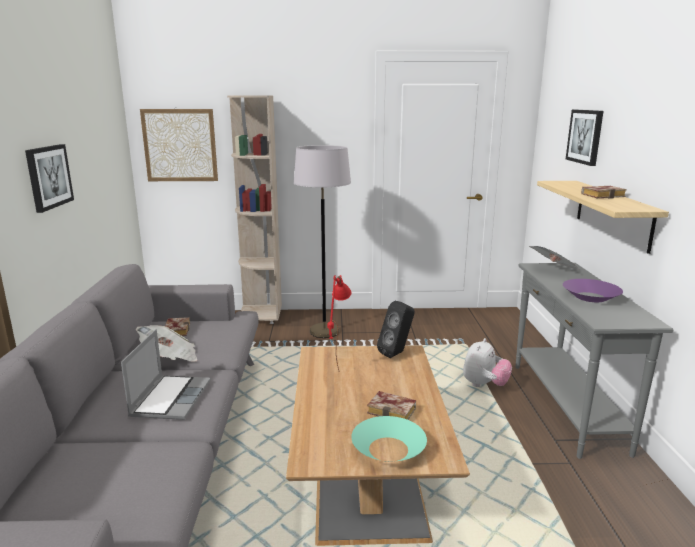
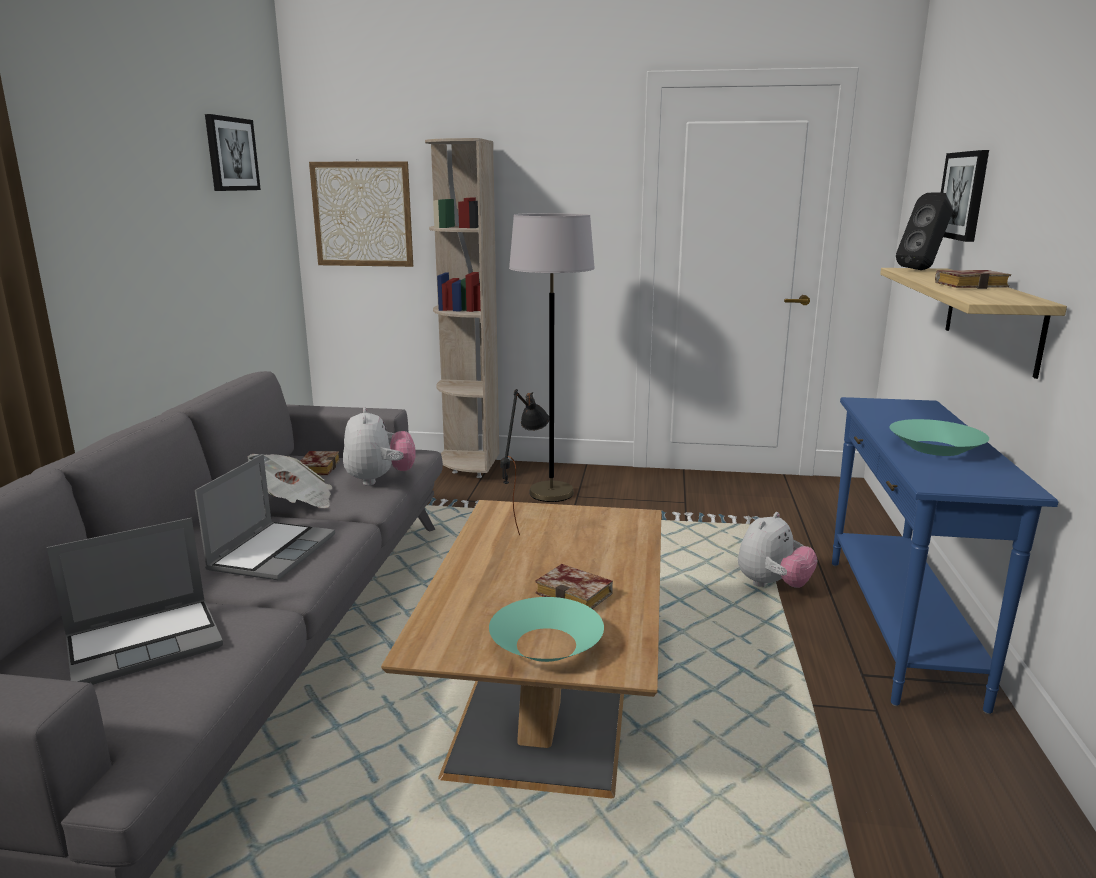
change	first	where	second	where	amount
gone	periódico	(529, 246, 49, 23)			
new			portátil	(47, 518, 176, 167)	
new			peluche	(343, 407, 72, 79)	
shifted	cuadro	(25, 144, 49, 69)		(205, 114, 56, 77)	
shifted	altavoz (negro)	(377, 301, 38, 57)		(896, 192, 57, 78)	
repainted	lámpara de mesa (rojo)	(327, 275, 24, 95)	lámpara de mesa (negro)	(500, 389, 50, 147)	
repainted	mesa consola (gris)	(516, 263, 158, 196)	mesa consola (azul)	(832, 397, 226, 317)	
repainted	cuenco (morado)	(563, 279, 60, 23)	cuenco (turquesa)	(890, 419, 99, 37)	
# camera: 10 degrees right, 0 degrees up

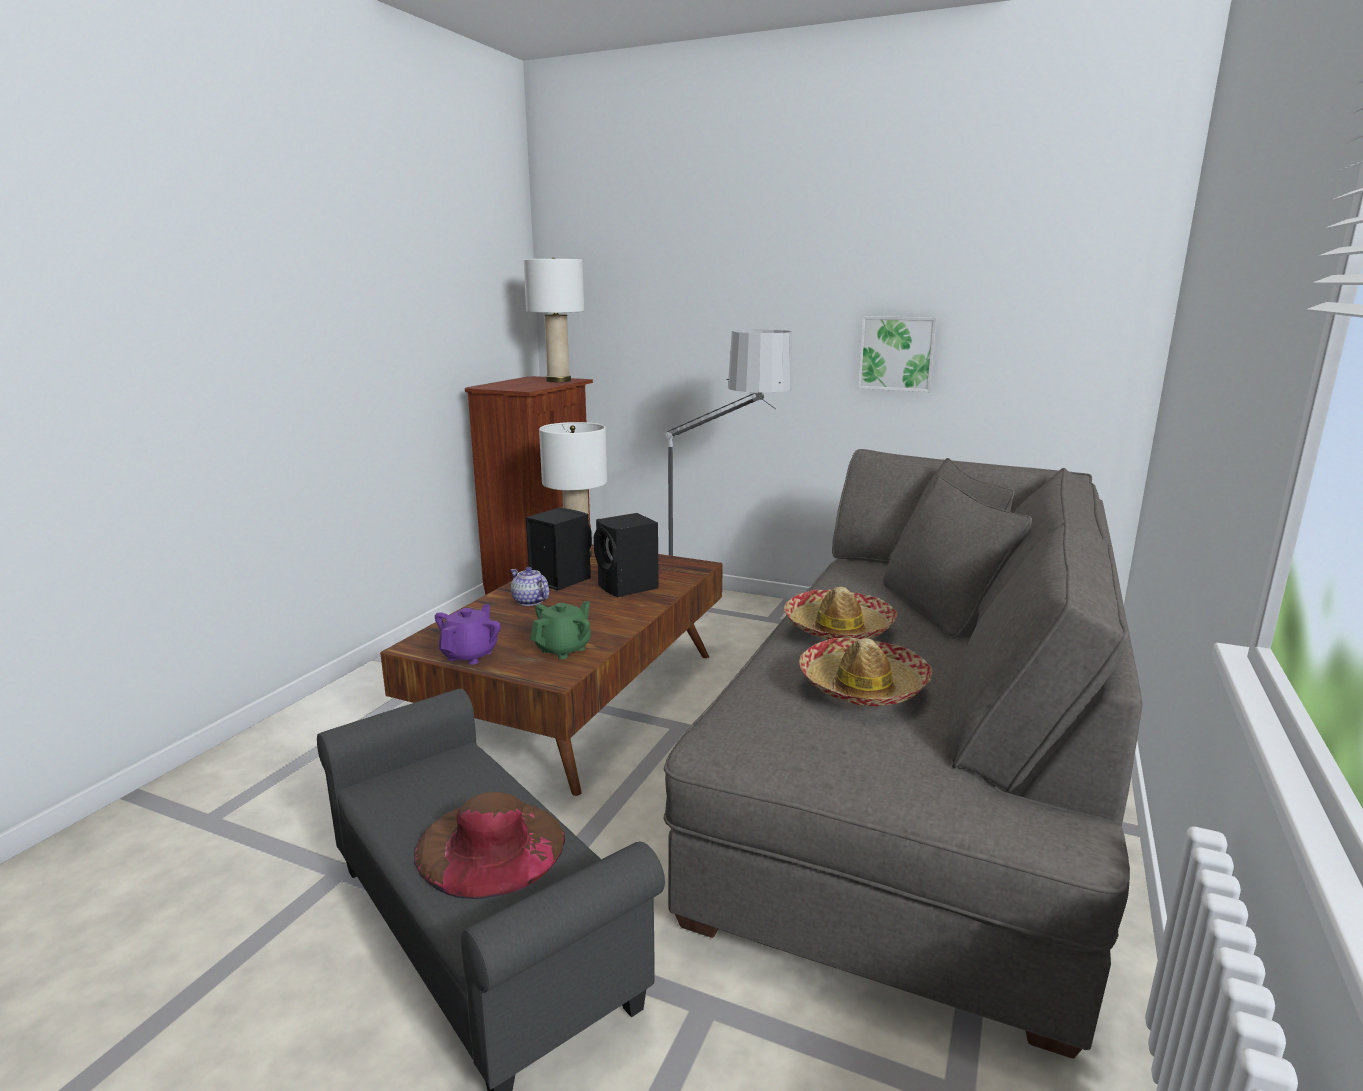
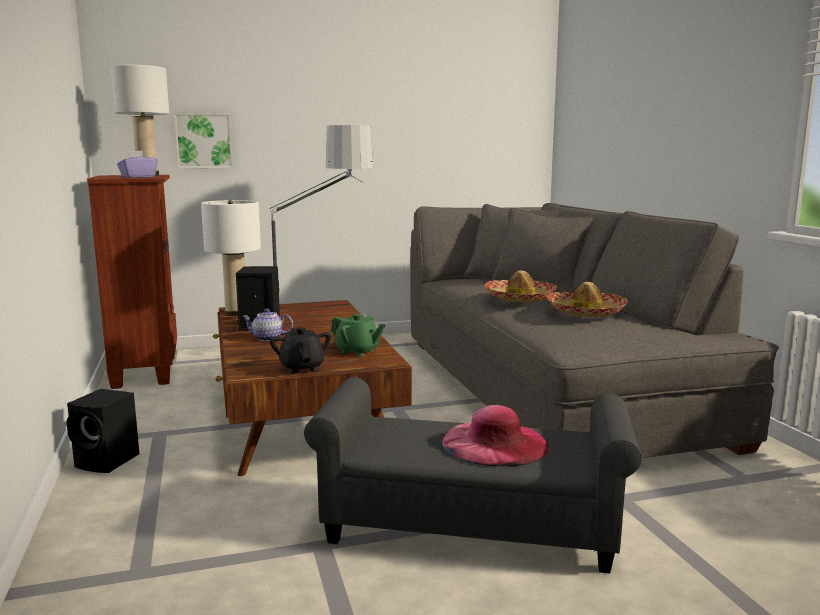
change	first	where	second	where	amount
new			caja de pañuelos (morado)	(117, 150, 41, 28)	
shifted	altavoz (negro)	(594, 513, 65, 84)		(67, 389, 72, 84)	
shifted	cuadro	(858, 316, 80, 76)		(174, 113, 59, 55)	
repainted	sombrero (marrón)	(414, 792, 151, 107)	sombrero (rosa)	(442, 405, 107, 61)	
repainted	tetera (morado)	(435, 604, 65, 61)	tetera (negro)	(269, 327, 63, 47)	
rotated	tetera (verde)	(530, 601, 61, 58)		(331, 314, 54, 42)	120 degrees clockwise
# camera: 40 degrees left, 5 degrees down

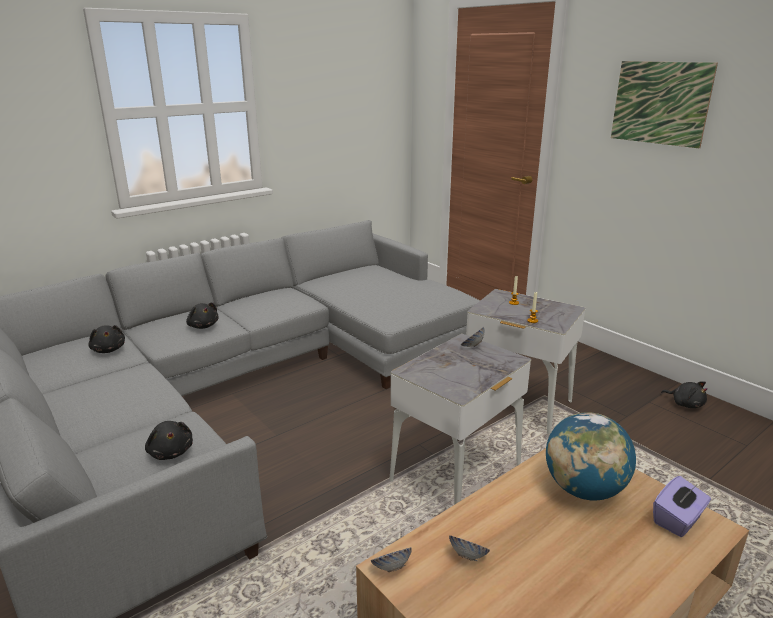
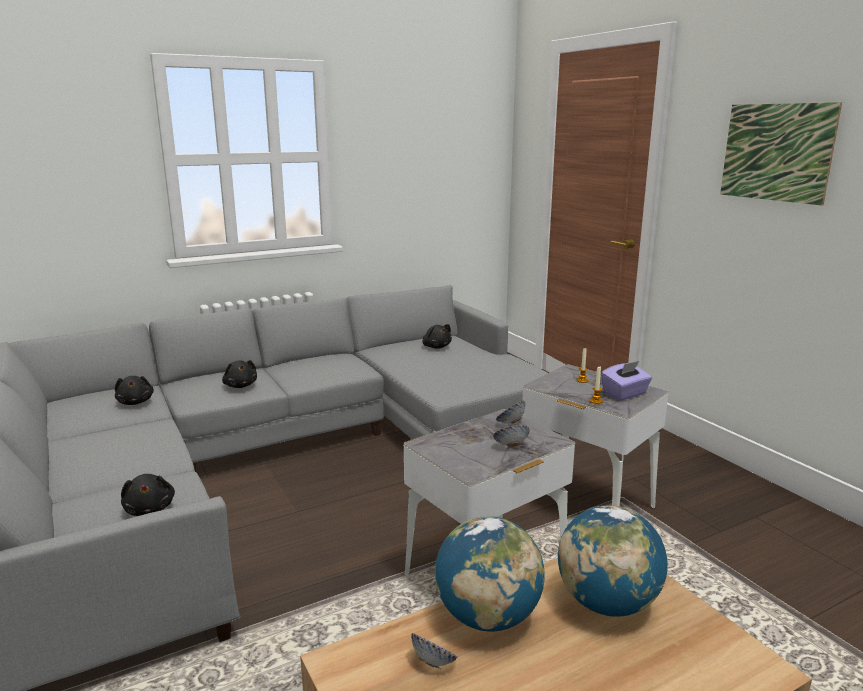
change	first	where	second	where	amount
new			globo terráqueo	(435, 516, 110, 116)	
shifted	cuenco	(370, 547, 42, 25)		(493, 425, 37, 22)	
shifted	caja de pañuelos (morado)	(653, 476, 58, 61)		(601, 361, 51, 40)	
shifted	peluche (negro)	(661, 381, 47, 27)		(423, 324, 29, 25)	
# camera: 10 degrees right, 5 degrees down

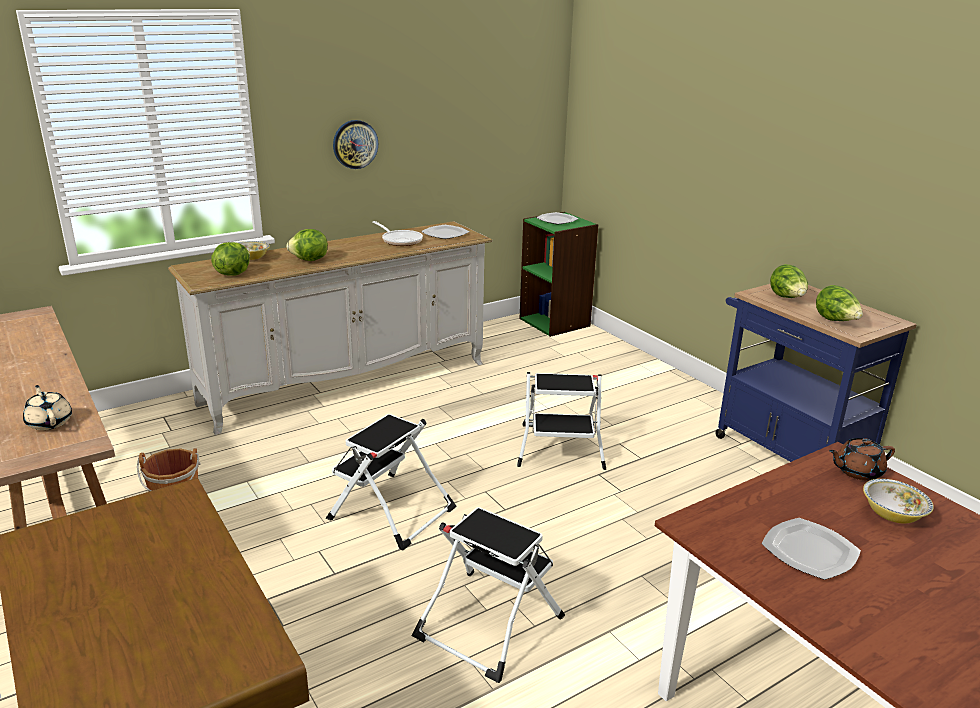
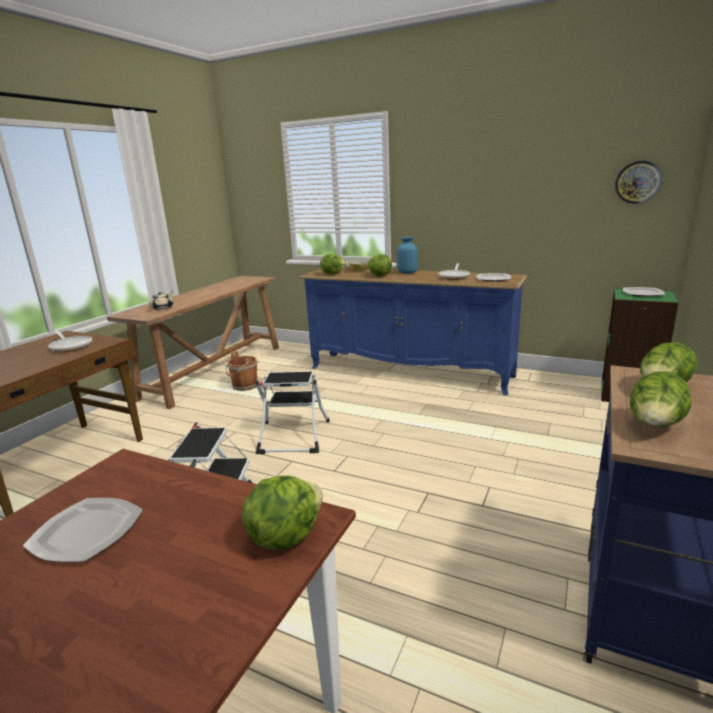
change	first	where	second	where	amount
gone	escalera de tijera	(517, 372, 89, 98)			
gone	cuenco	(863, 479, 71, 44)			
new			sartén	(48, 330, 44, 22)	
new			florero (azul)	(397, 237, 21, 37)	
shifted	reloj de pared	(333, 120, 45, 49)		(615, 161, 47, 43)	
swapped	tetera (marrón)	(829, 438, 66, 42)	lechuga	(242, 475, 81, 75)	
repainted	armario (gris)	(168, 221, 324, 214)	armario (azul)	(299, 268, 228, 128)	
# camera: 60 degrees right, 5 degrees down

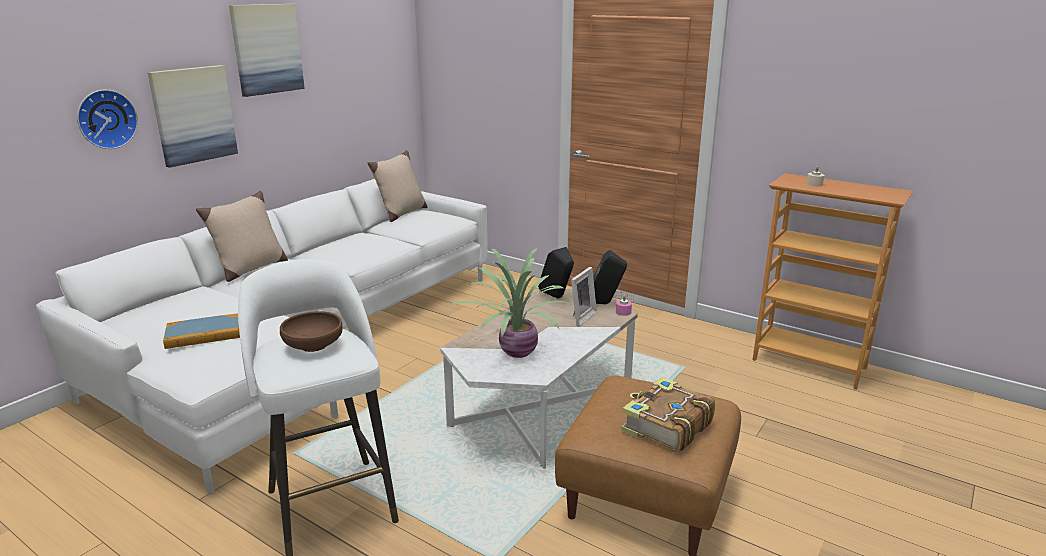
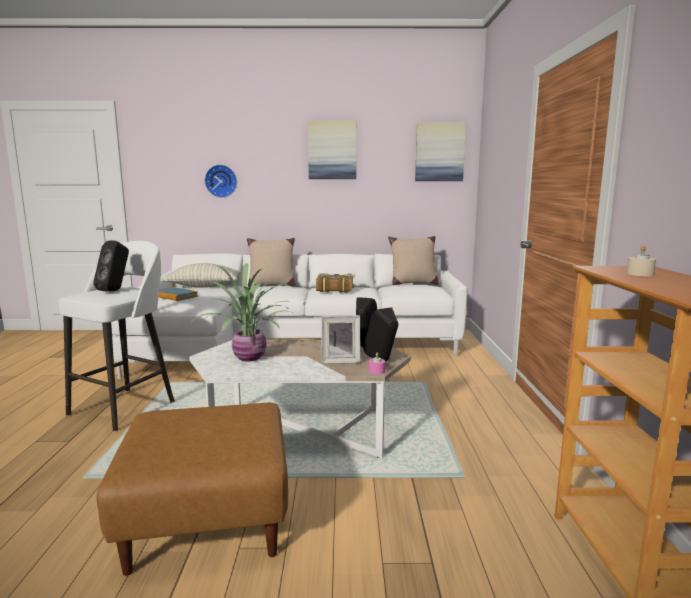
change	first	where	second	where	amount
new			cojín	(161, 263, 81, 25)	
shifted	cuadro	(148, 65, 90, 103)		(415, 123, 51, 58)	
shifted	libro	(621, 377, 94, 75)		(316, 273, 39, 20)	
swapped	cuenco (marrón)	(280, 311, 62, 41)	altavoz (negro)	(94, 241, 35, 50)	
# camera: 55 degrees right, 10 degrees down

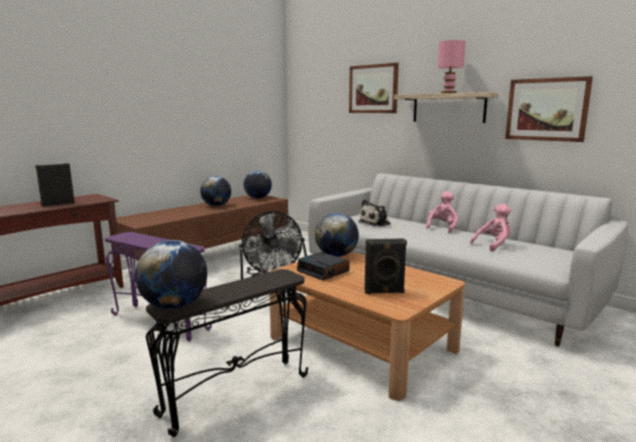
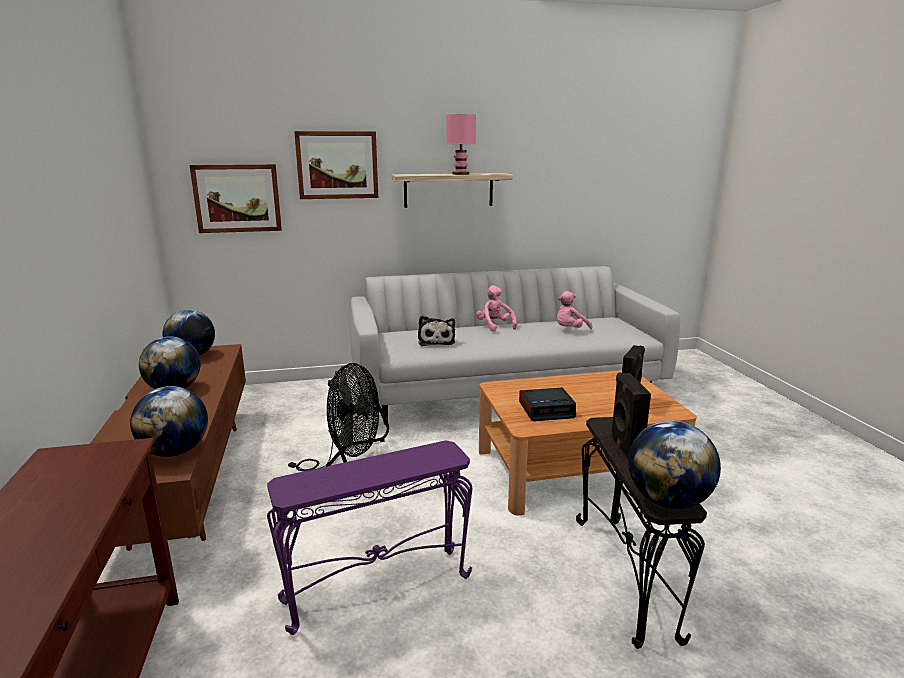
change	first	where	second	where	amount
shifted	altavoz (negro)	(35, 163, 40, 44)		(610, 372, 41, 87)	
shifted	globo terráqueo	(315, 213, 44, 44)		(130, 386, 78, 71)	
shifted	cuadro	(505, 76, 88, 66)		(190, 164, 92, 69)	
rotated	peluche (rosa)	(470, 203, 42, 49)		(556, 291, 36, 38)	135 degrees counterclockwise
# camera: 55 degrees left, 5 degrees up

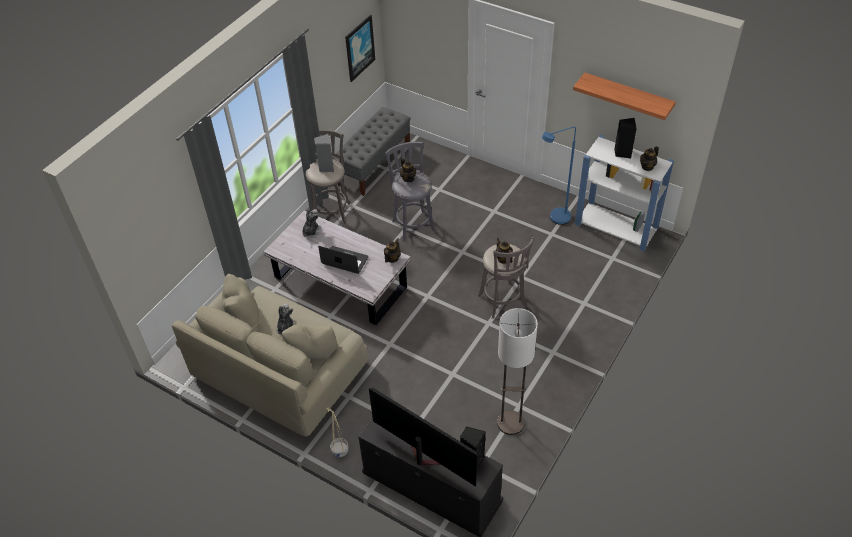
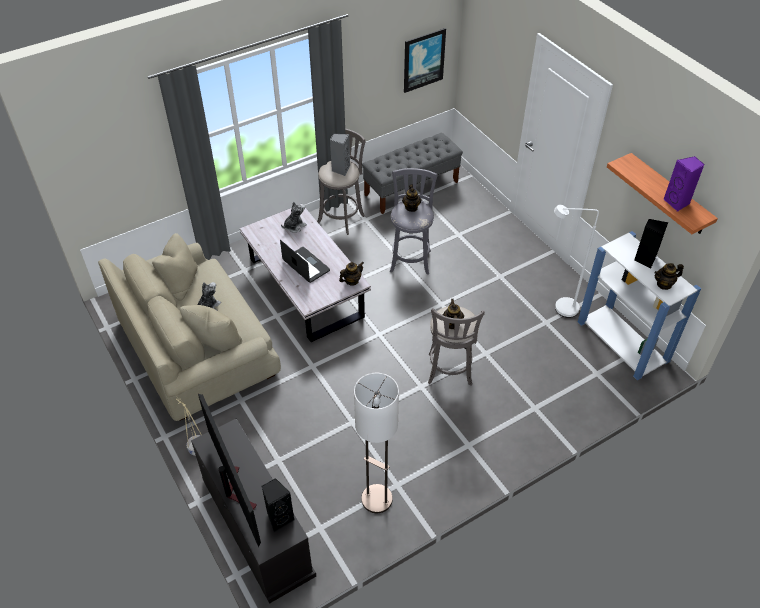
change	first	where	second	where	amount
new			altavoz (morado)	(663, 156, 41, 56)	
repainted	lámpara de pie (azul)	(542, 127, 34, 98)	lámpara de pie (blanco)	(554, 205, 45, 113)	
# camera: 25 degrees right, 0 degrees up

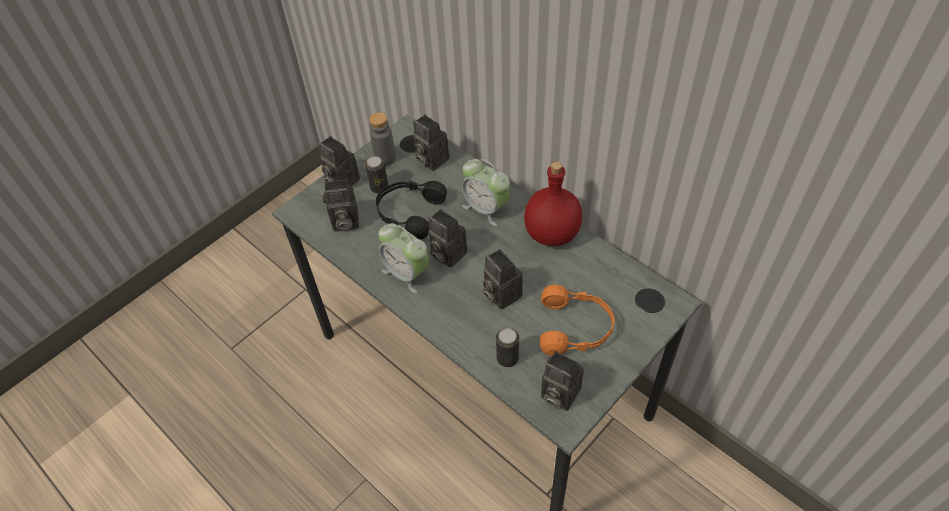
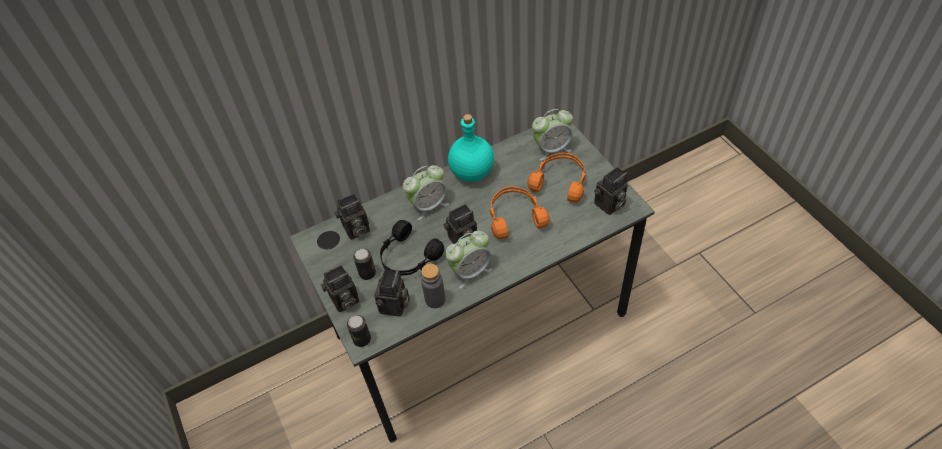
change	first	where	second	where	amount
new			despertador	(532, 109, 41, 52)	
shifted	botella (gris)	(369, 112, 27, 54)		(421, 264, 25, 44)	
shifted	lata	(496, 328, 23, 39)		(347, 315, 24, 32)	
swapped	cámara	(483, 249, 40, 61)	auriculares (naranja)	(490, 187, 60, 52)	
repainted	botella (rojo)	(524, 161, 58, 85)	botella (turquesa)	(448, 114, 46, 68)	
# camera: 70 degrees left, 0 degrees up

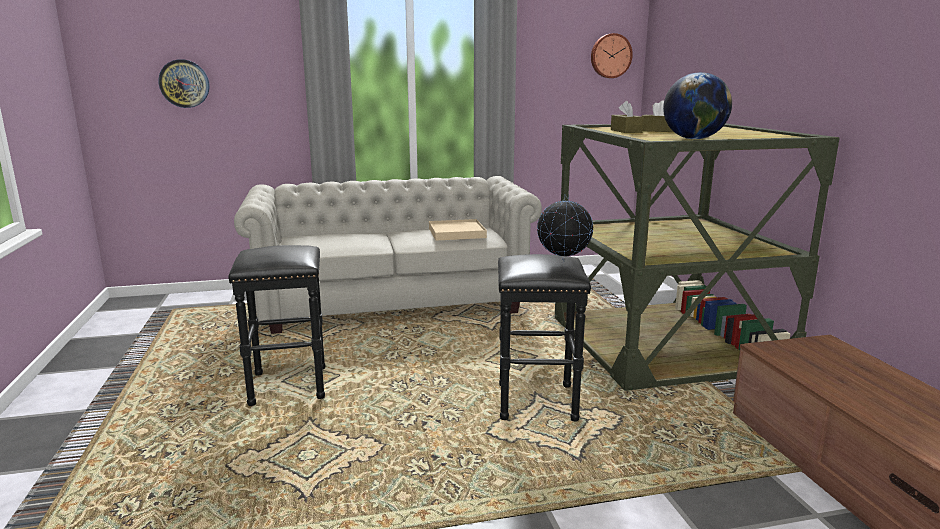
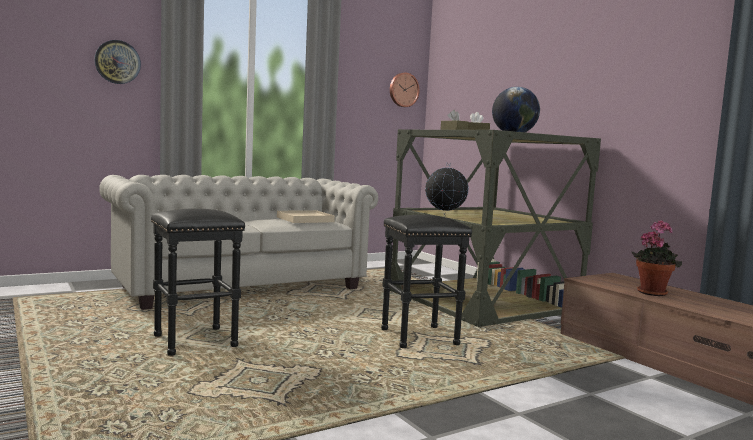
change	first	where	second	where	amount
new			planta en maceta	(632, 220, 50, 76)	
shifted	reloj de pared	(158, 59, 51, 49)		(94, 40, 47, 44)	
# camera: 20 degrees left, 10 degrees down

